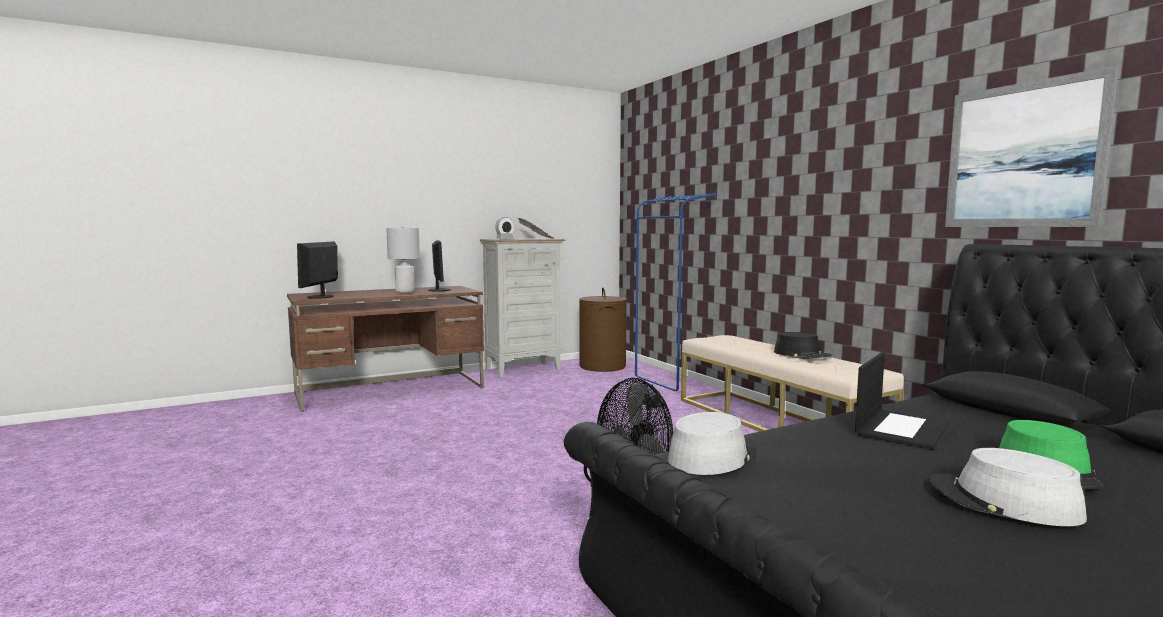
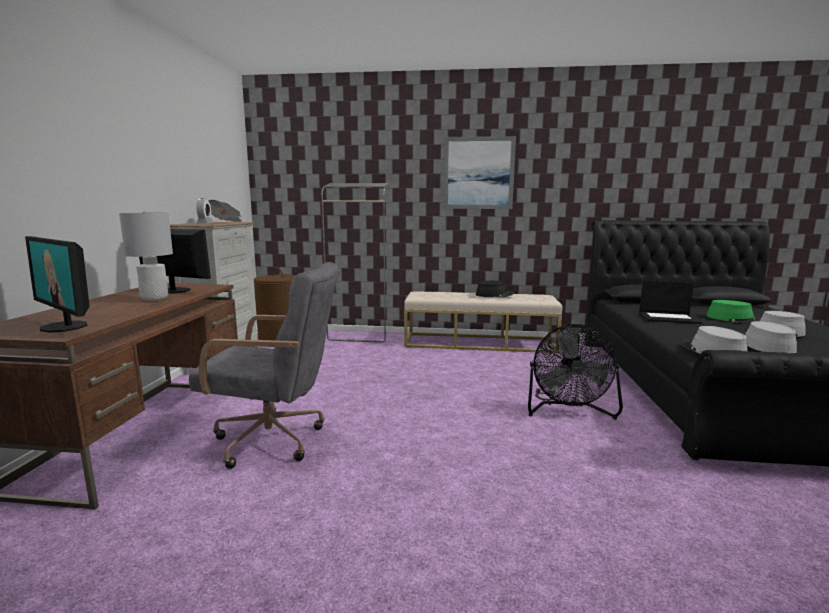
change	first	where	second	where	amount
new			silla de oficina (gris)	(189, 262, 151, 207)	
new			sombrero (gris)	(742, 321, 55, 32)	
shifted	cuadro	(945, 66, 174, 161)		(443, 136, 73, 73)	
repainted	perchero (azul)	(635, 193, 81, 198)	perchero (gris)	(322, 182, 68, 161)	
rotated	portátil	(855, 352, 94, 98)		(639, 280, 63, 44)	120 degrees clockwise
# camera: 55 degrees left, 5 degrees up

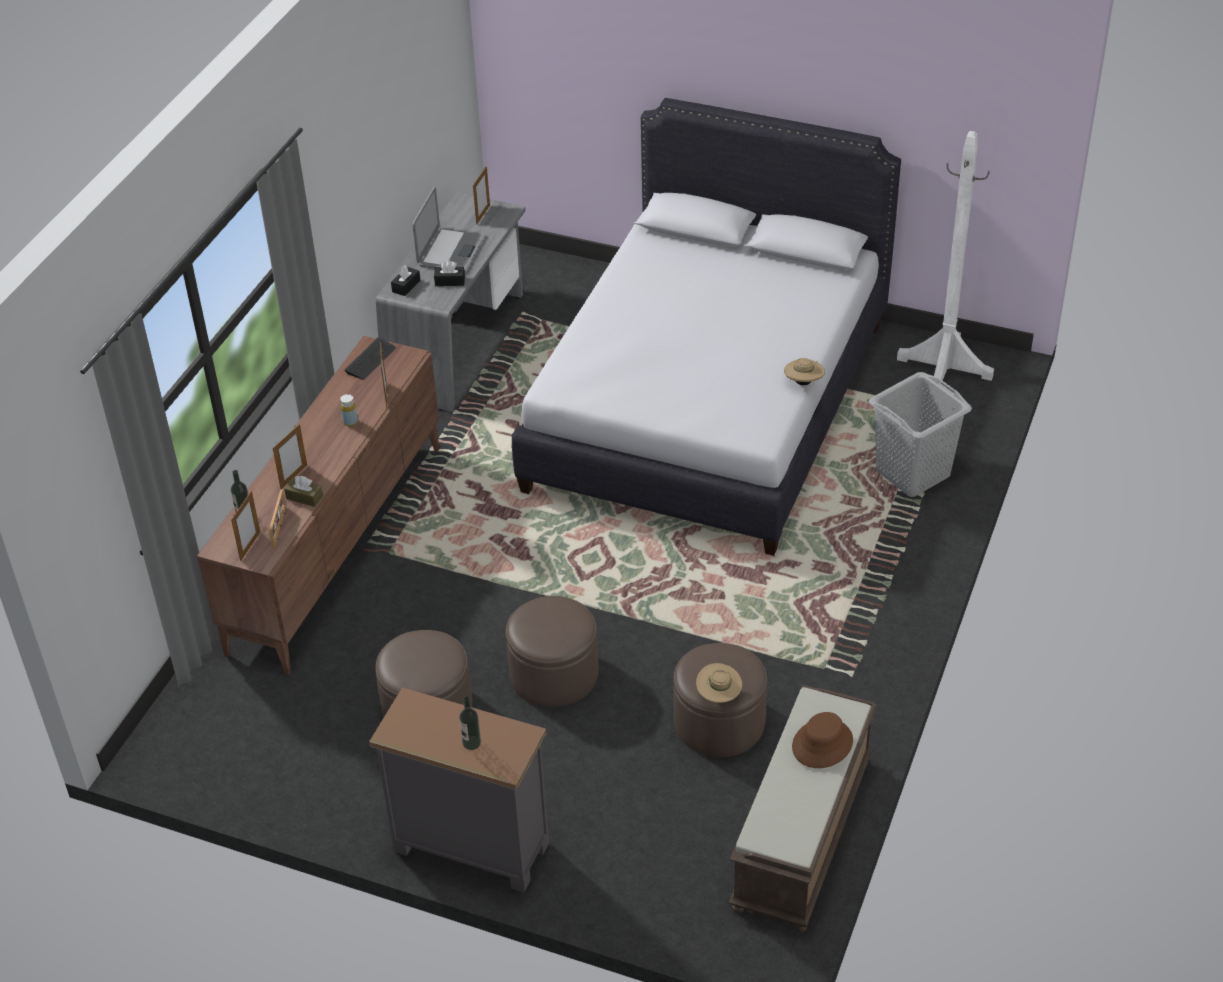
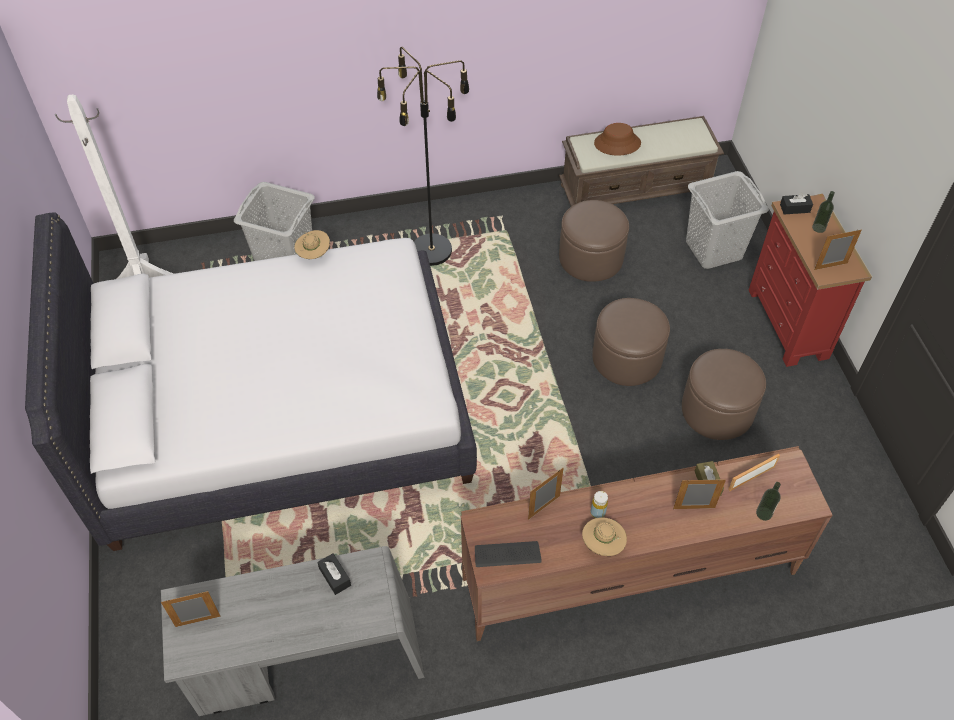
change	first	where	second	where	amount
gone	portátil	(412, 187, 73, 84)			
new			lámpara de pie	(377, 46, 92, 220)	
new			cesto de la ropa (gris)	(686, 171, 83, 98)	
shifted	portarretratos	(231, 491, 29, 70)		(814, 230, 48, 40)	
shifted	caja de pañuelos (negro)	(391, 265, 30, 31)		(780, 192, 33, 22)	
shifted	sombrero (beis)	(696, 663, 46, 40)		(582, 517, 45, 39)	
repainted	cómoda (gris)	(369, 688, 180, 205)	cómoda (rojo)	(749, 194, 123, 173)	
# camera: 125 degrees left, 10 degrees up

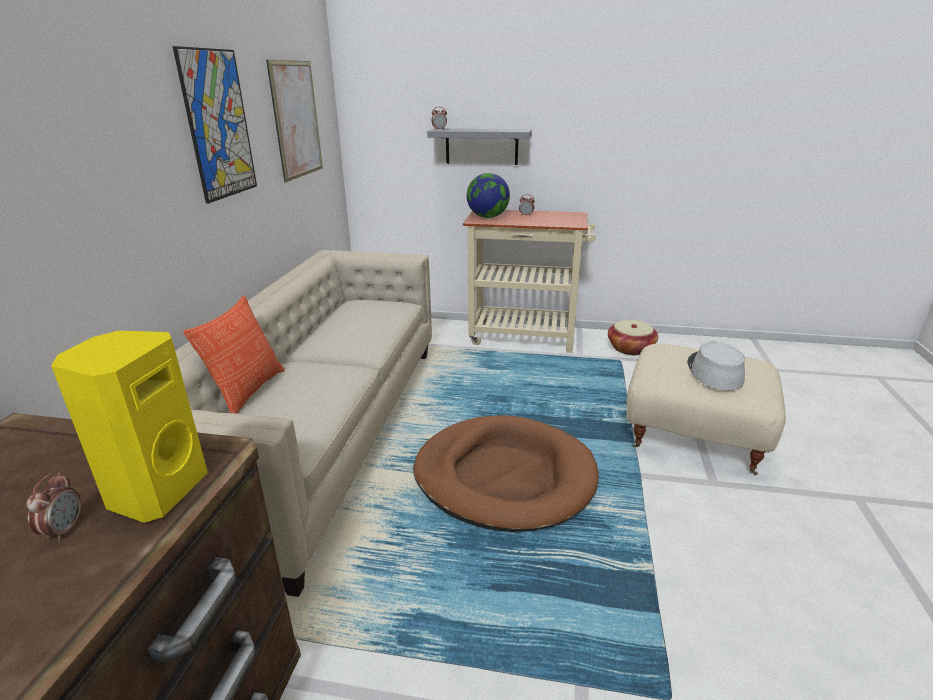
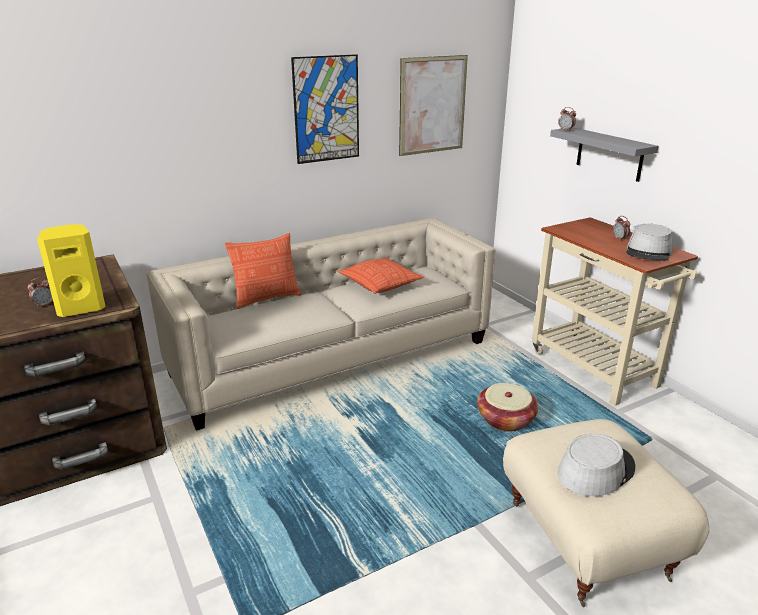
change	first	where	second	where	amount
gone	cama para perro (marrón)	(413, 415, 186, 117)			
gone	globo terráqueo	(467, 173, 43, 45)			
new			cojín (naranja)	(338, 257, 86, 37)	
new			sombrero (gris)	(626, 224, 46, 37)	
shifted	cesta	(608, 320, 50, 35)		(477, 383, 61, 48)	
# camera: 50 degrees right, 0 degrees up

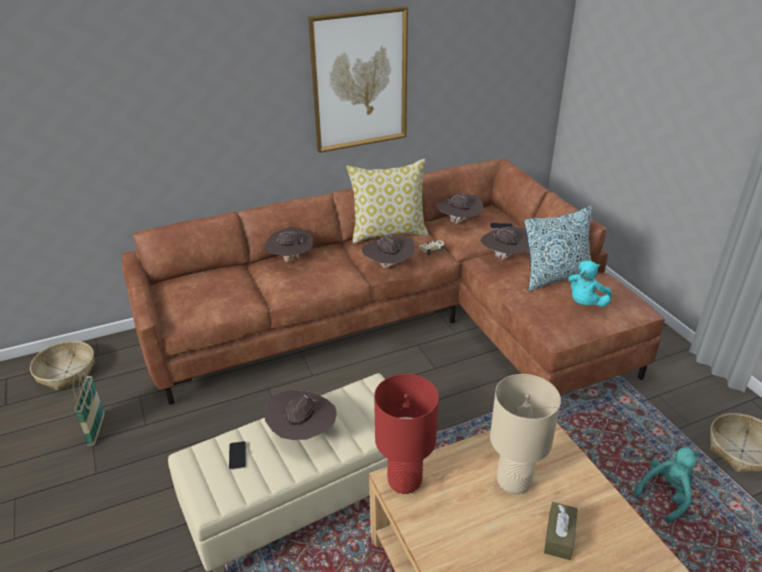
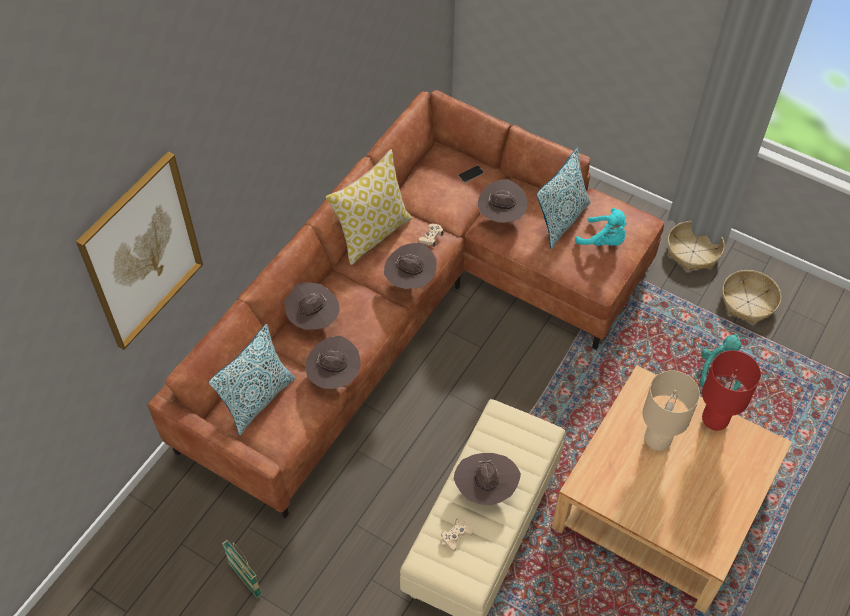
change	first	where	second	where	amount
gone	caja de pañuelos (marrón)	(544, 502, 34, 58)			
new			cojín	(209, 324, 86, 111)	
shifted	cesta	(30, 341, 65, 50)		(668, 221, 57, 50)	
shifted	cuadro	(308, 6, 100, 147)		(76, 152, 127, 198)	
shifted	lámpara de mesa (rojo)	(374, 374, 65, 120)		(702, 350, 59, 81)	
shifted	sombrero (marrón)	(436, 194, 47, 29)		(305, 336, 56, 53)	
swapped	móvil	(229, 441, 17, 29)	mando de consola (beis)	(441, 519, 32, 32)	
rotated	peluche (turquesa)	(568, 260, 44, 47)		(575, 208, 52, 38)	60 degrees counterclockwise
# camera: 35 degrees left, 20 degrees up

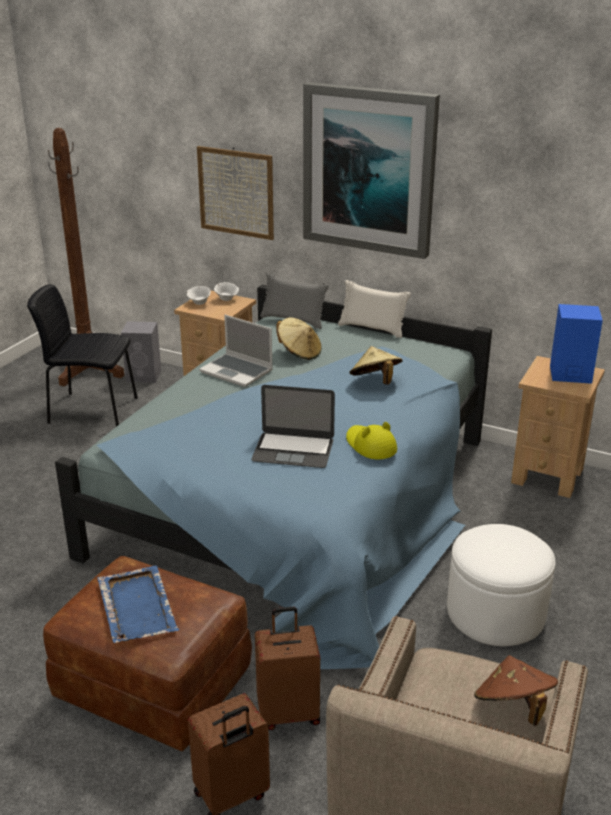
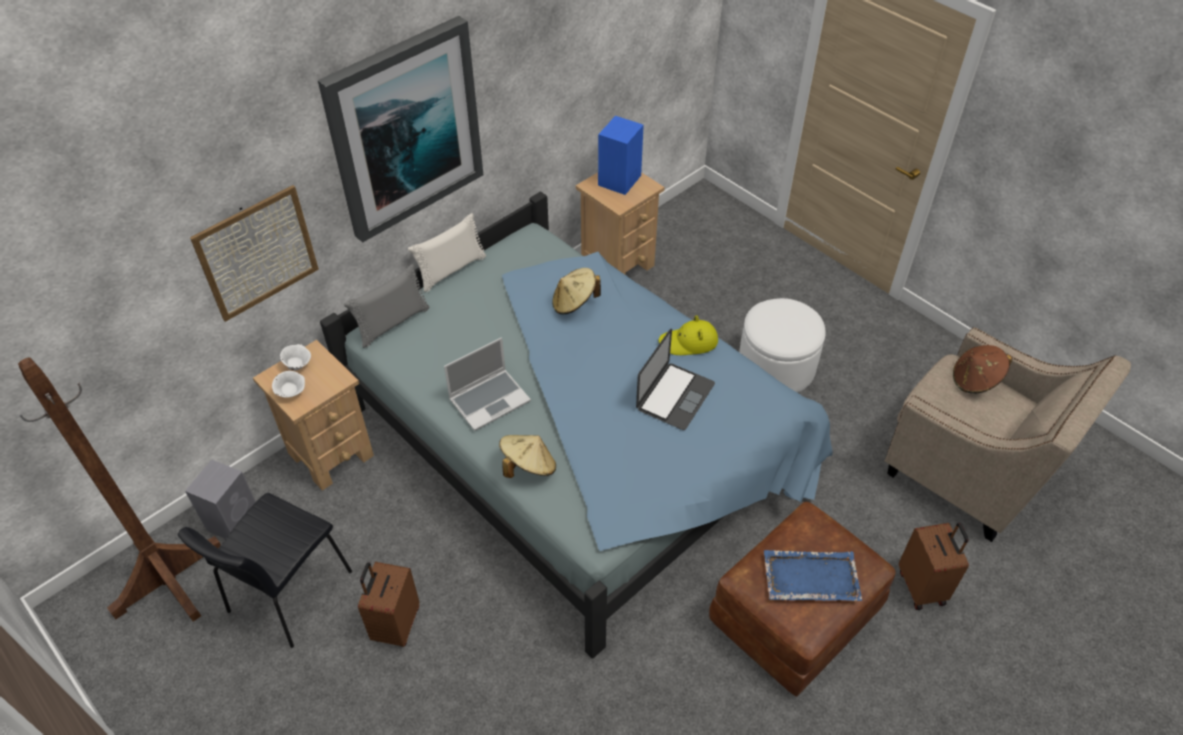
change	first	where	second	where	amount
shifted	maleta (marrón)	(255, 607, 65, 123)		(358, 562, 61, 85)	
shifted	sombrero (beis)	(277, 317, 45, 43)		(499, 435, 57, 43)	
# camera: 70 degrees left, 20 degrees up

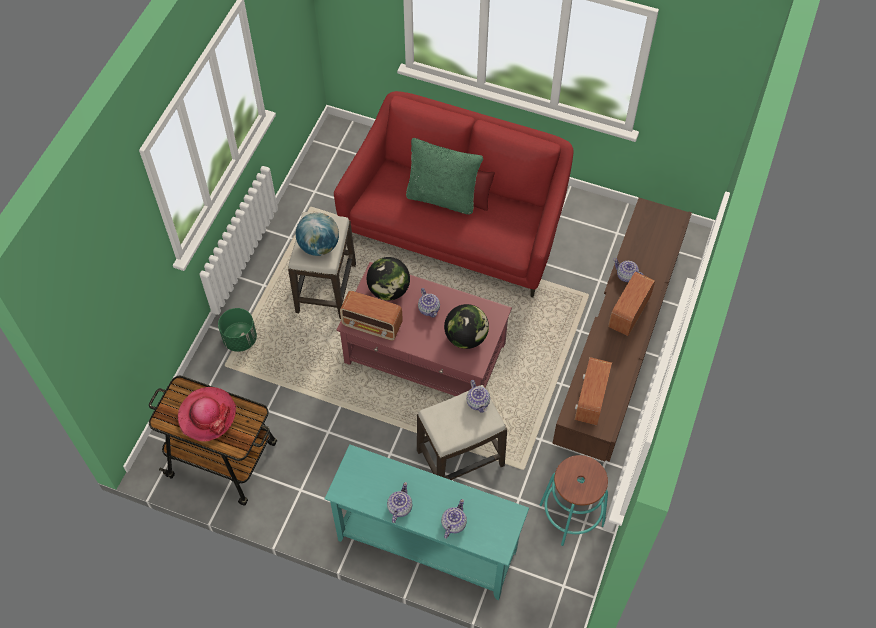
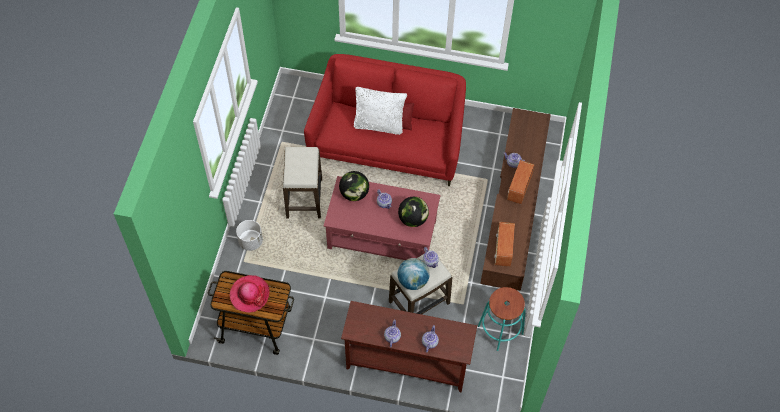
change	first	where	second	where	amount
gone	radio	(340, 291, 63, 50)			
shifted	globo terráqueo	(296, 212, 43, 44)		(397, 258, 33, 32)	
repainted	maceta (verde)	(218, 308, 39, 44)	maceta (blanco)	(236, 220, 27, 31)	
repainted	mesa consola (turquesa)	(325, 444, 204, 156)	mesa consola (marrón)	(341, 301, 136, 91)	
repainted	cojín (verde)	(406, 138, 77, 77)	cojín (blanco)	(354, 87, 53, 48)	
# camera: 10 degrees left, 0 degrees up

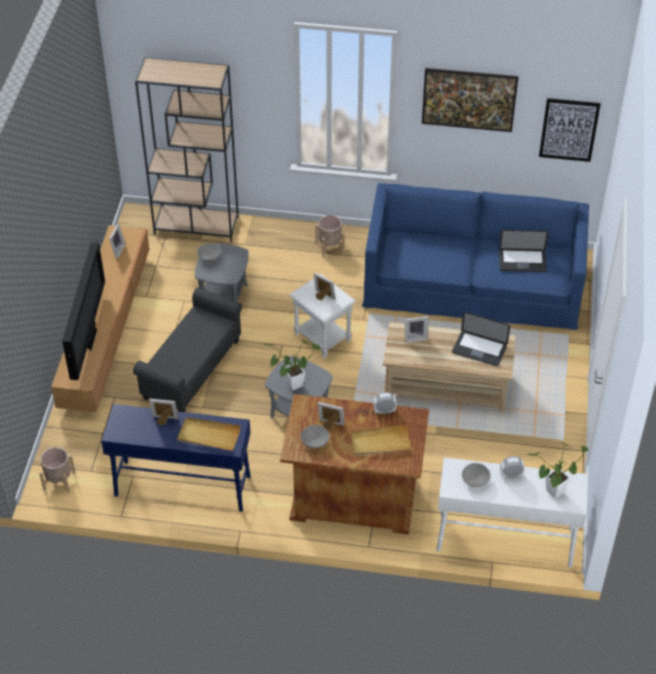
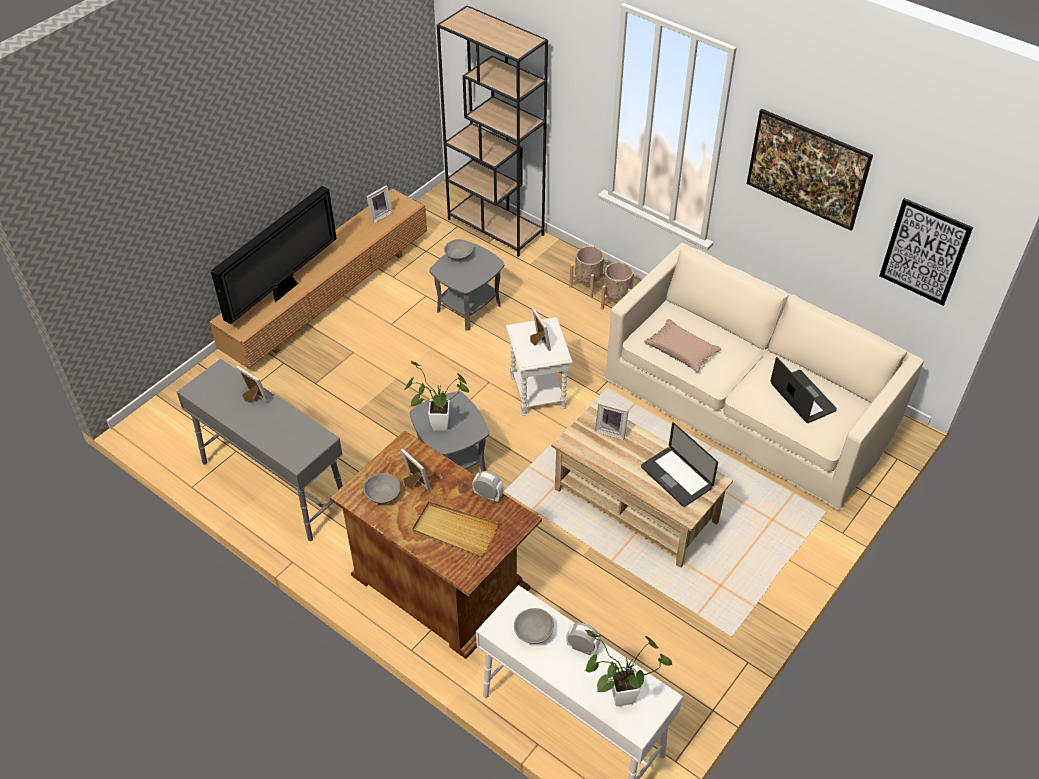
change	first	where	second	where	amount
gone	puf (gris)	(133, 287, 109, 125)			
gone	bandeja (beis)	(177, 417, 64, 34)			
new			cojín (beis)	(644, 319, 78, 53)	
shifted	maceta (beis)	(39, 447, 37, 46)		(569, 246, 39, 52)	
repainted	mesa consola (azul)	(101, 404, 150, 108)	mesa consola (gris)	(177, 359, 166, 182)	
repainted	sofá (azul)	(362, 183, 227, 147)	sofá (beis)	(604, 243, 320, 267)	
rotated	portátil	(499, 230, 49, 42)		(771, 357, 66, 66)	150 degrees counterclockwise
# camera: 30 degrees right, 0 degrees up

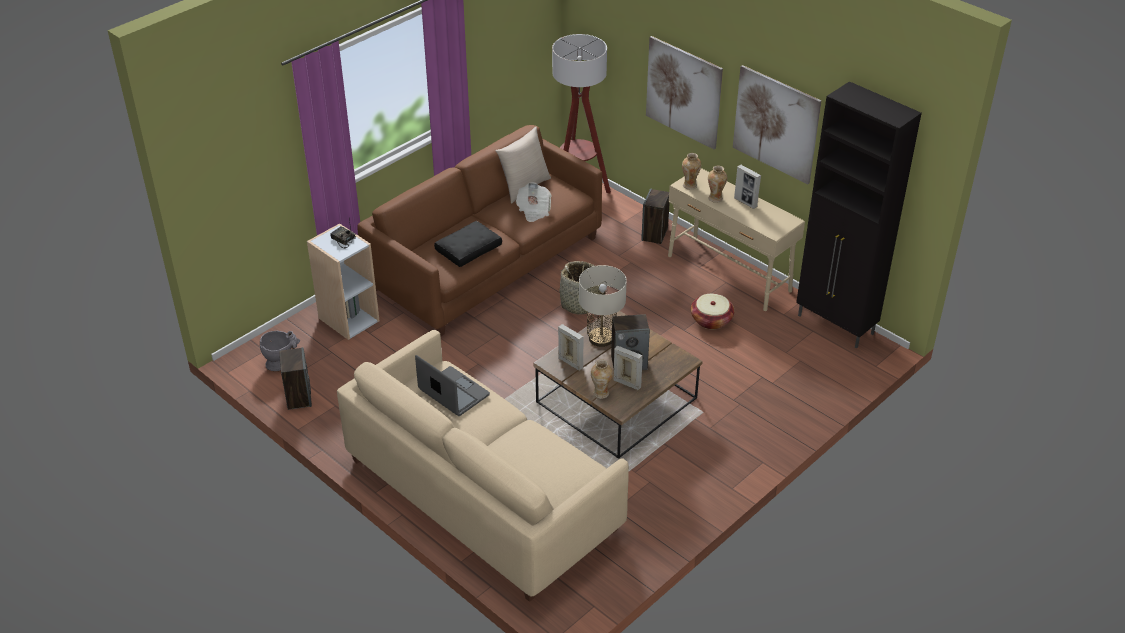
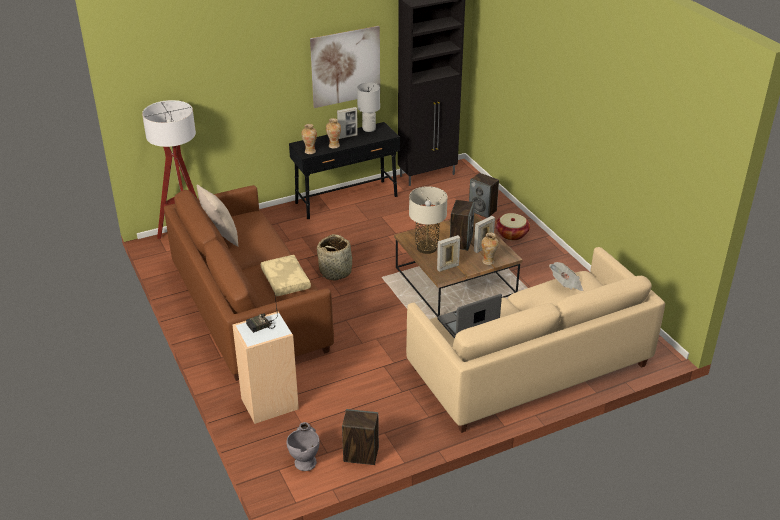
change	first	where	second	where	amount
gone	cuadro	(646, 36, 77, 113)			
new			lámpara de mesa (gris)	(357, 82, 23, 50)	
shifted	periódico	(516, 182, 35, 40)		(549, 262, 34, 29)	
shifted	altavoz	(641, 188, 29, 56)		(469, 173, 30, 45)	
shifted	cesta	(691, 294, 43, 35)		(495, 213, 35, 27)	
repainted	cojín (negro)	(434, 221, 68, 46)	cojín (beis)	(261, 255, 50, 41)	
repainted	mesa consola (beis)	(668, 168, 137, 143)	mesa consola (negro)	(289, 122, 111, 97)	
# camera: 70 degrees left, 5 degrees down

